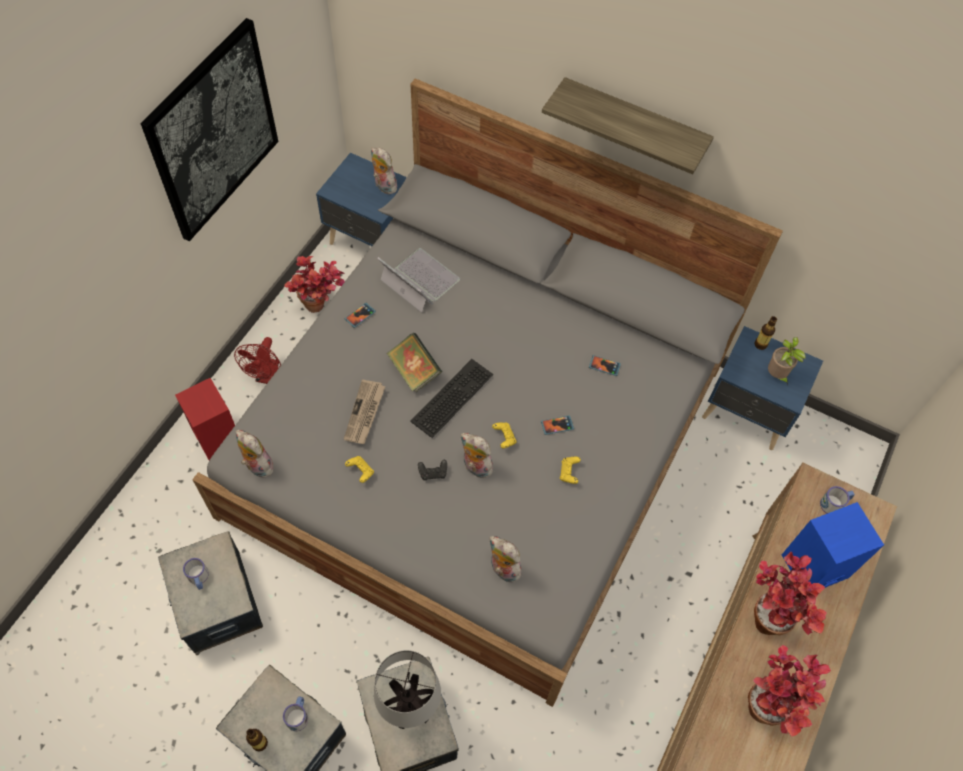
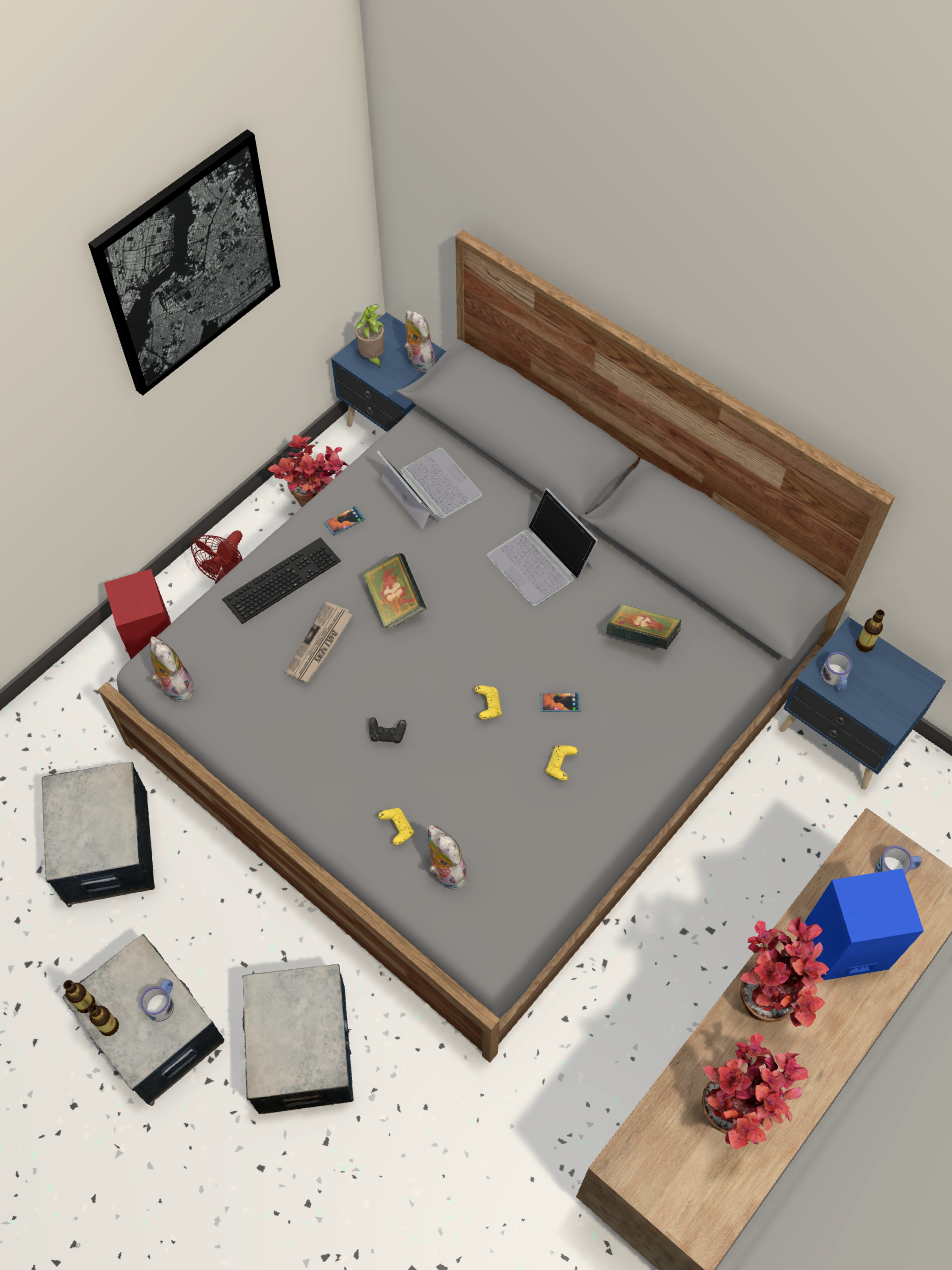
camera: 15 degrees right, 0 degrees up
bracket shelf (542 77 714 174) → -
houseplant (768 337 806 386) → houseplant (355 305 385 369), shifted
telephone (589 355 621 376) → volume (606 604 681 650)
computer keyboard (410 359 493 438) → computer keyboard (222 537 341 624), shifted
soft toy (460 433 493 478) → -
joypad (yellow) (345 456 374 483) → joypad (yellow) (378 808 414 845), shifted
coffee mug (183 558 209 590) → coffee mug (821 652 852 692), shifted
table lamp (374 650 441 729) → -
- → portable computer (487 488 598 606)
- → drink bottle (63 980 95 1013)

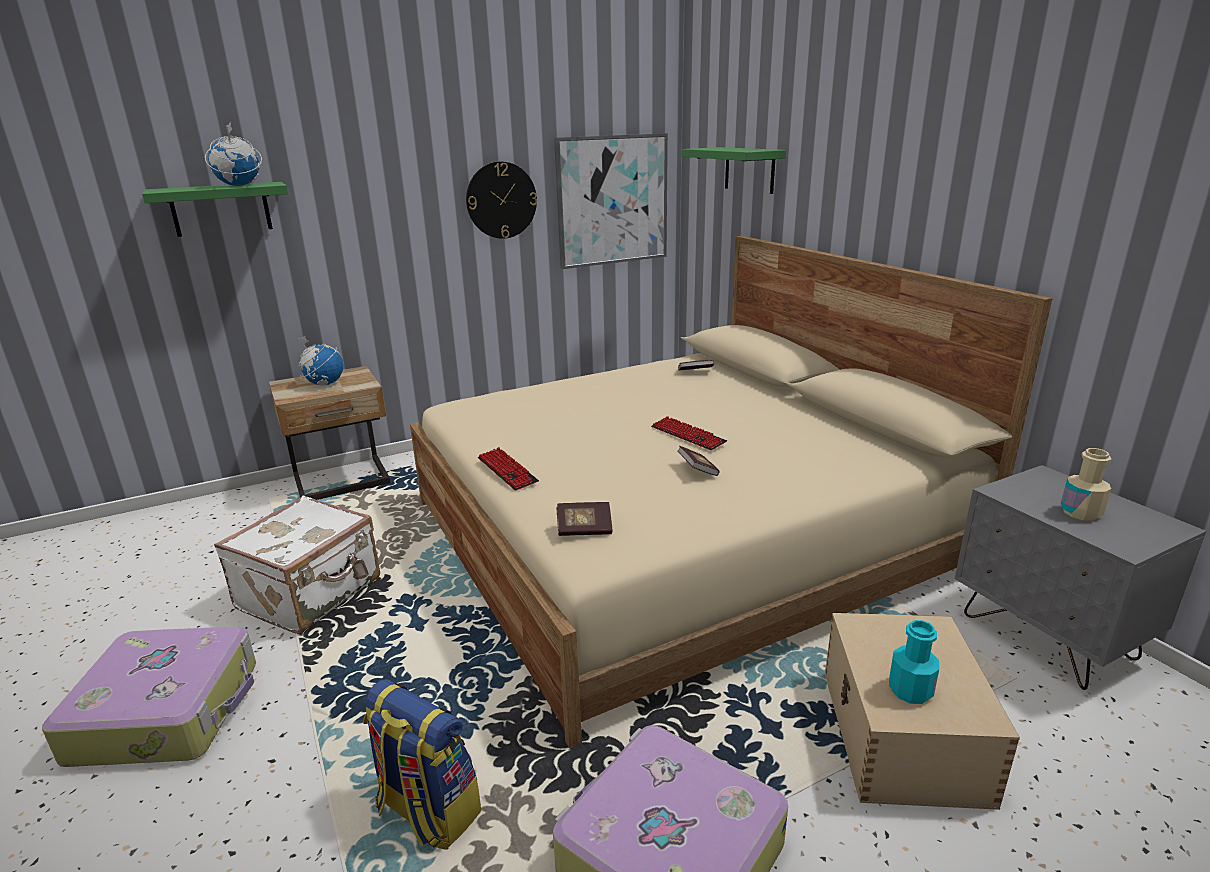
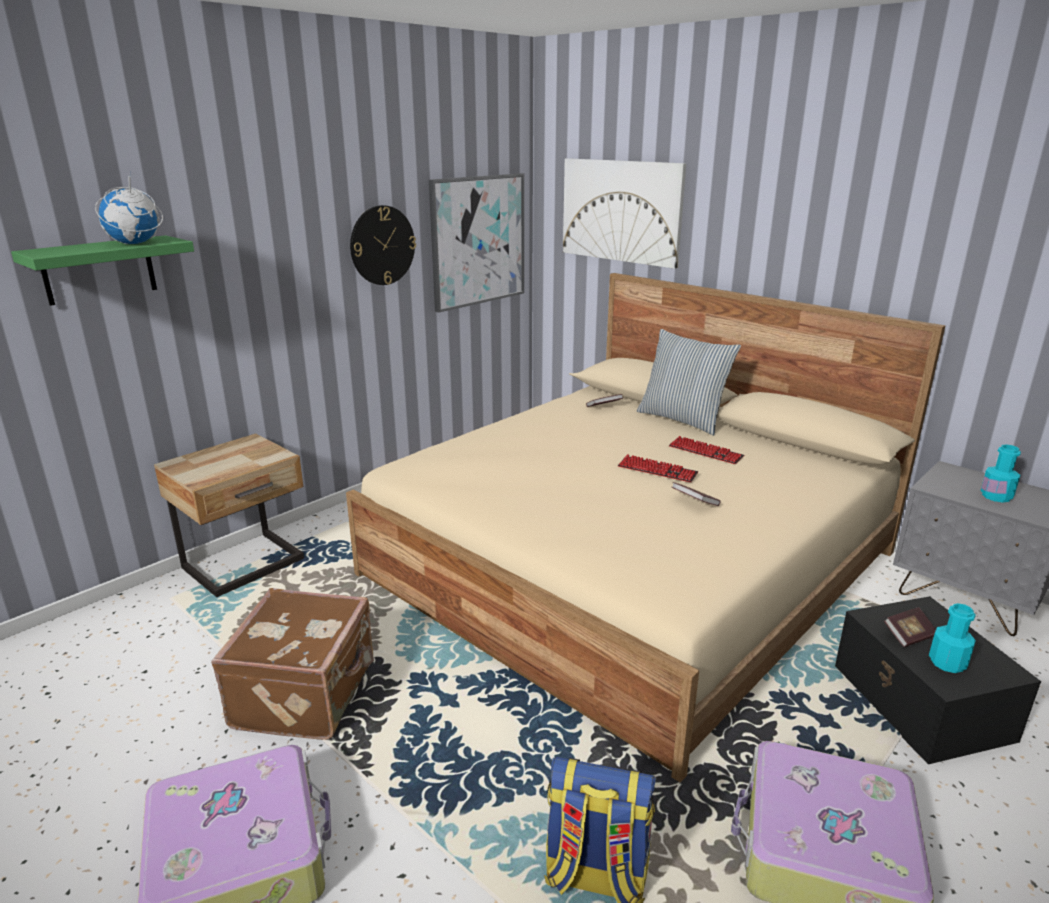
camera: 20 degrees left, 0 degrees up
bracket shelf (green) (682 147 786 194) → picture (563 158 686 269)
globe (298 336 343 385) → -
computer keyboard (478 447 539 491) → computer keyboard (669 436 744 464), shifted
drink bottle (beige) (1061 448 1111 521) → drink bottle (turquoise-coloured) (980 444 1021 503)
travel case (white-coloured) (214 495 380 634) → travel case (brownish) (211 588 374 740)
volume (556 502 613 536) → volume (884 607 936 647), shifted
storage container (beige) (825 613 1020 810) → storage container (black-coloured) (835 596 1041 764)
- → pillow (637 329 741 436)

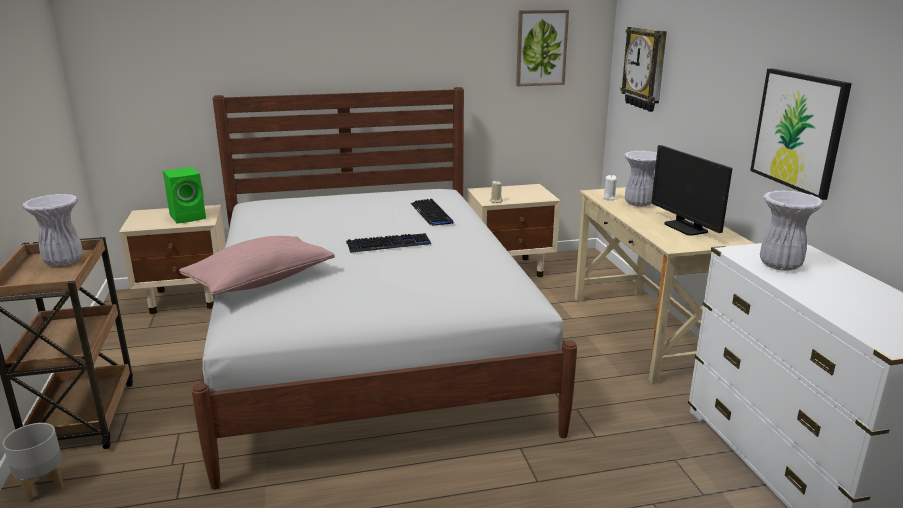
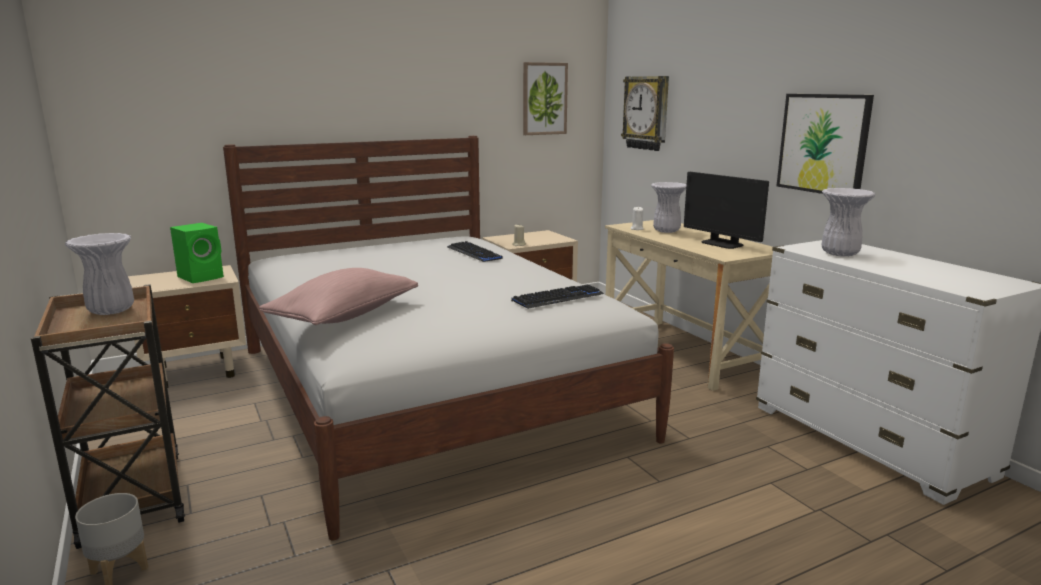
camera: 15 degrees left, 5 degrees down
computer keyboard (346 233 431 253) → computer keyboard (511 285 604 309), shifted

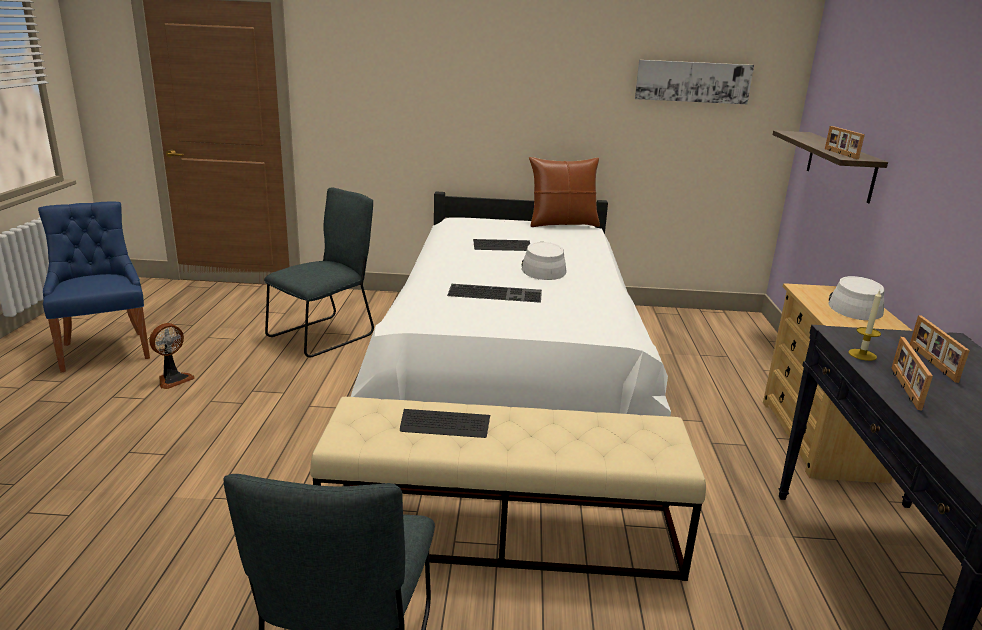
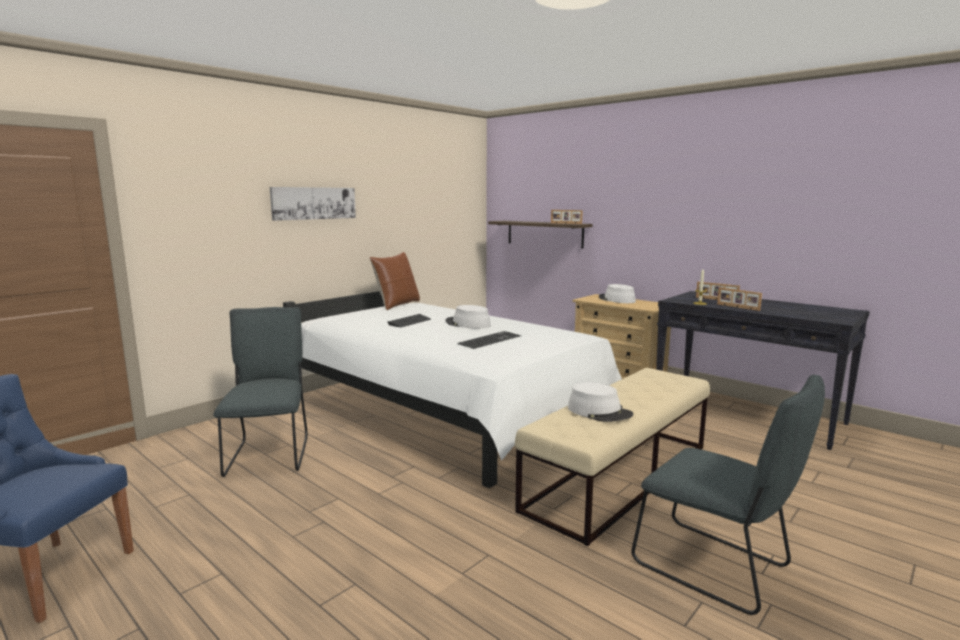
camera: 50 degrees left, 10 degrees down
picture (635 60 754 104) → picture (270 187 356 221), shifted
electric fan (149 323 195 389) → -
computer keyboard (400 409 490 438) → wearable hat (white-coloured) (568 382 633 422)

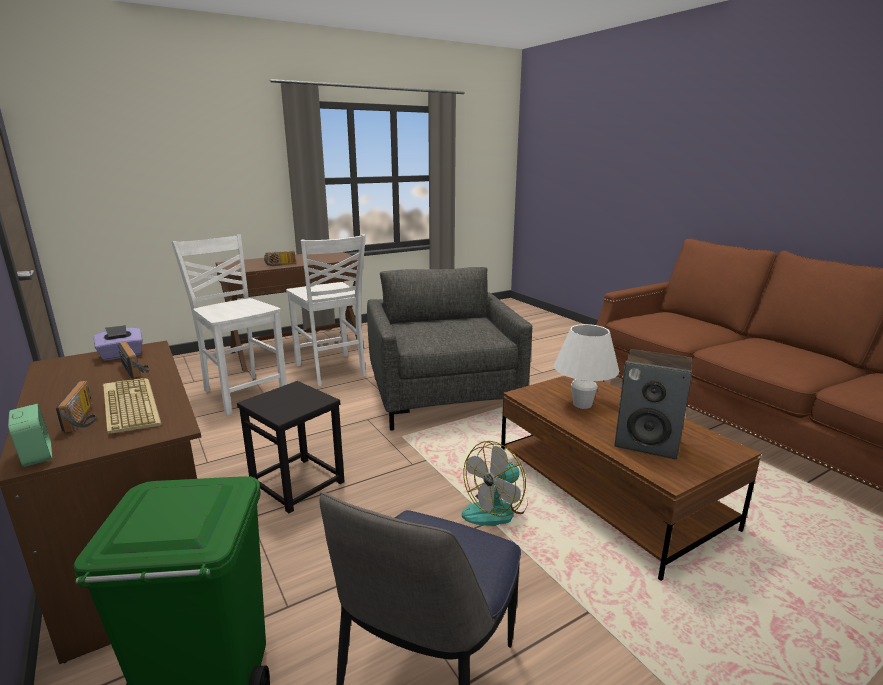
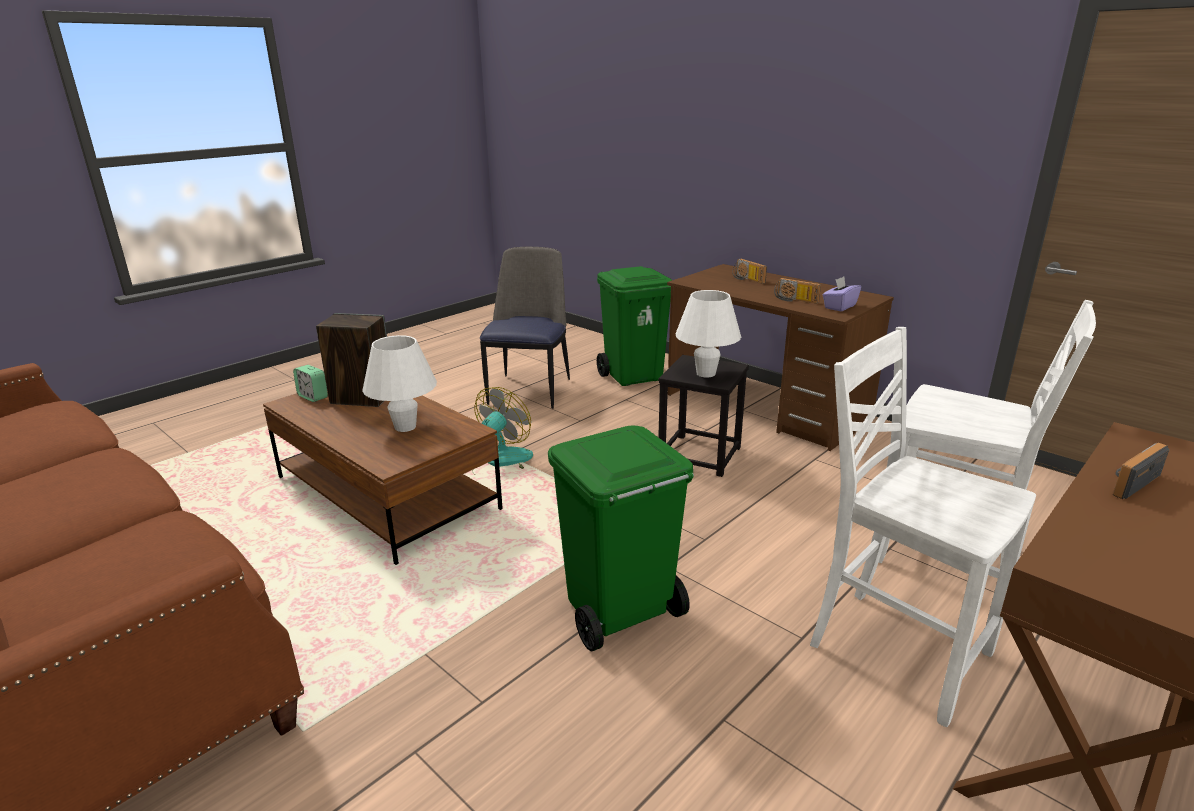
camera: 165 degrees right, 5 degrees up
armchair (greyish) (367 267 532 431) → rubbish bin (green) (548 425 694 651)
computer keyboard (103 378 162 434) → -
table clock (8 404 52 467) → table clock (293 365 328 402), shifted
- → table lamp (white-coloured) (676 290 741 377)

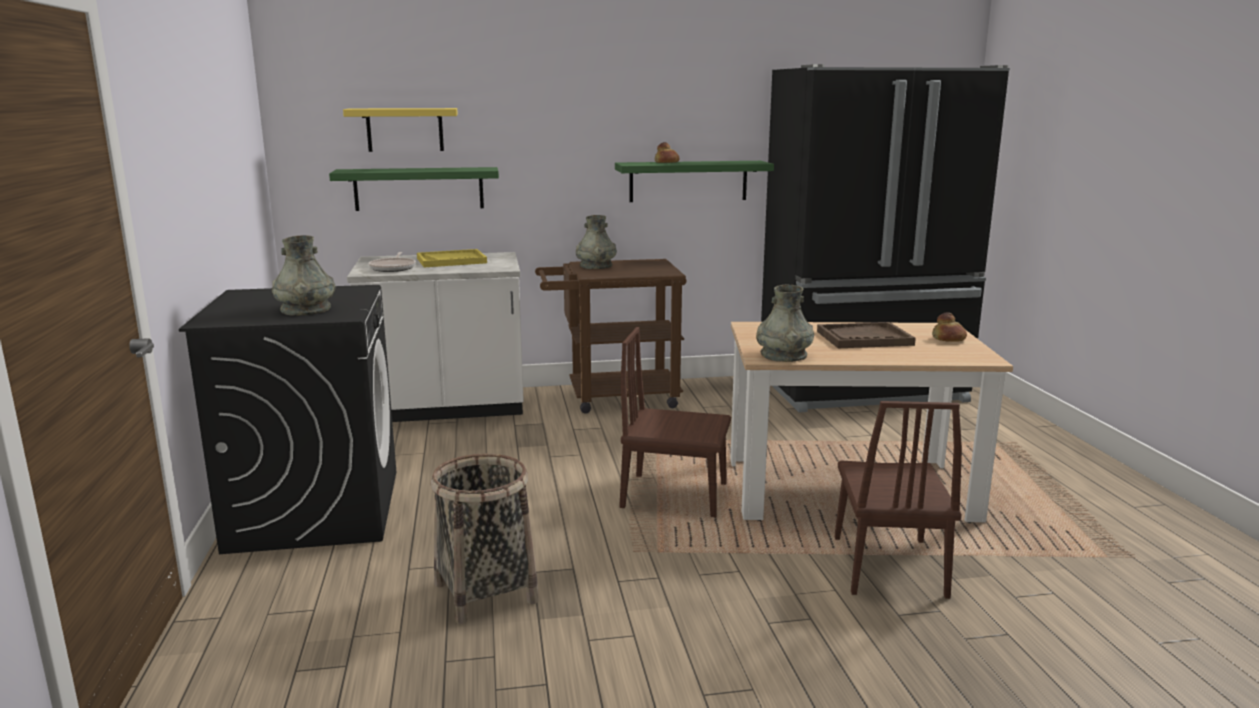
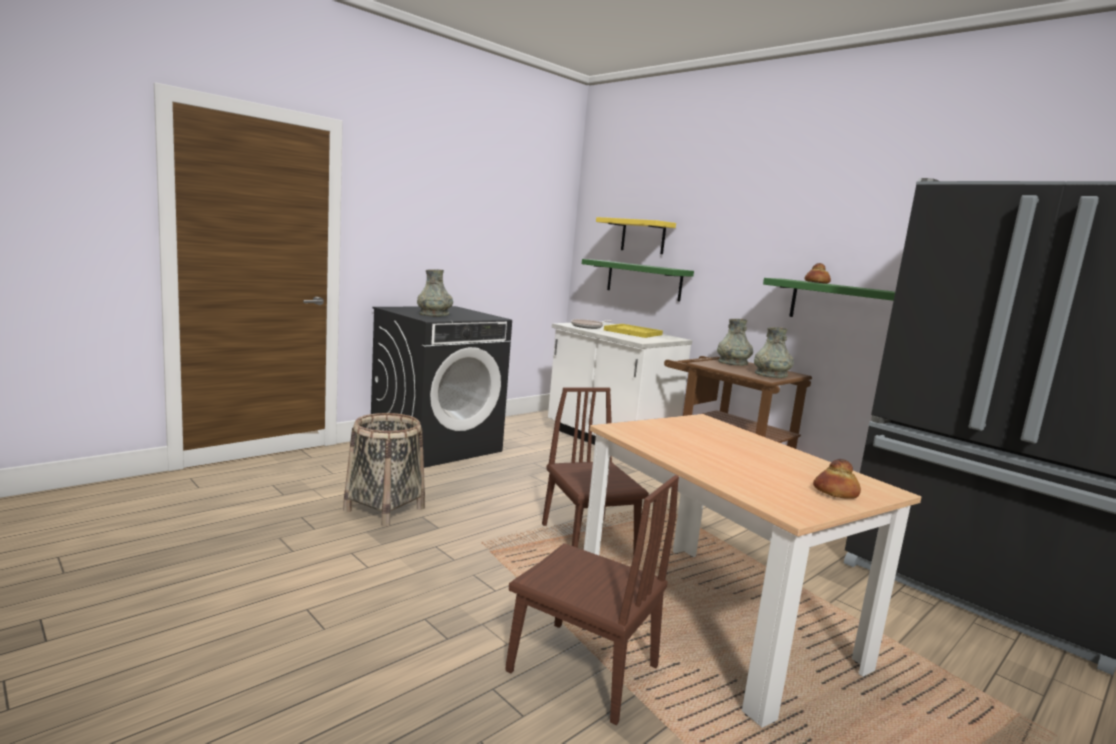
camera: 55 degrees right, 5 degrees down
decorative vase (greyish) (756 285 814 362) → decorative vase (greyish) (754 327 794 379), shifted
tray (brownish) (817 322 916 348) → -
chair (brownish) (835 401 962 599) → chair (brownish) (505 475 679 725), 120 degrees counterclockwise

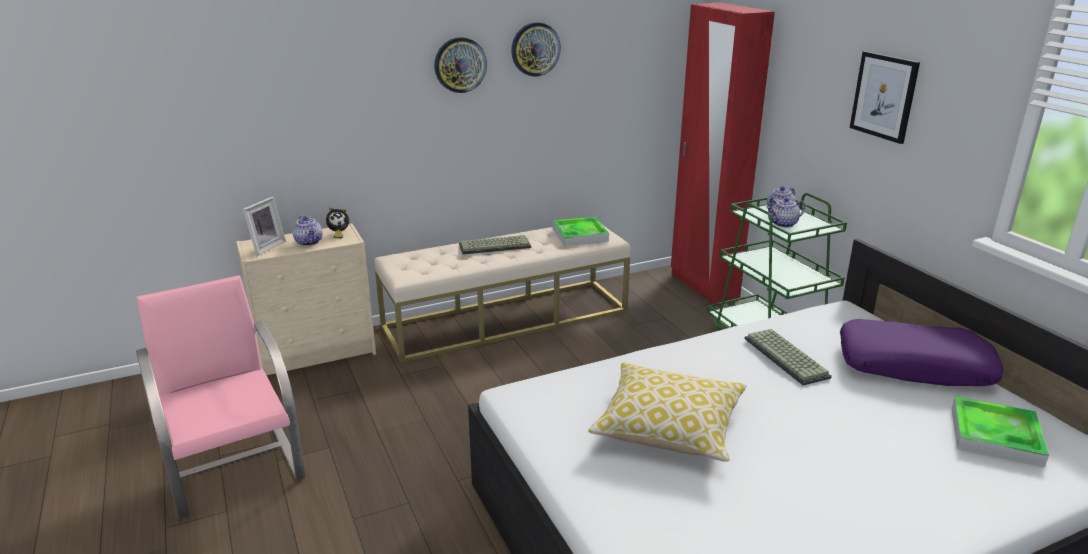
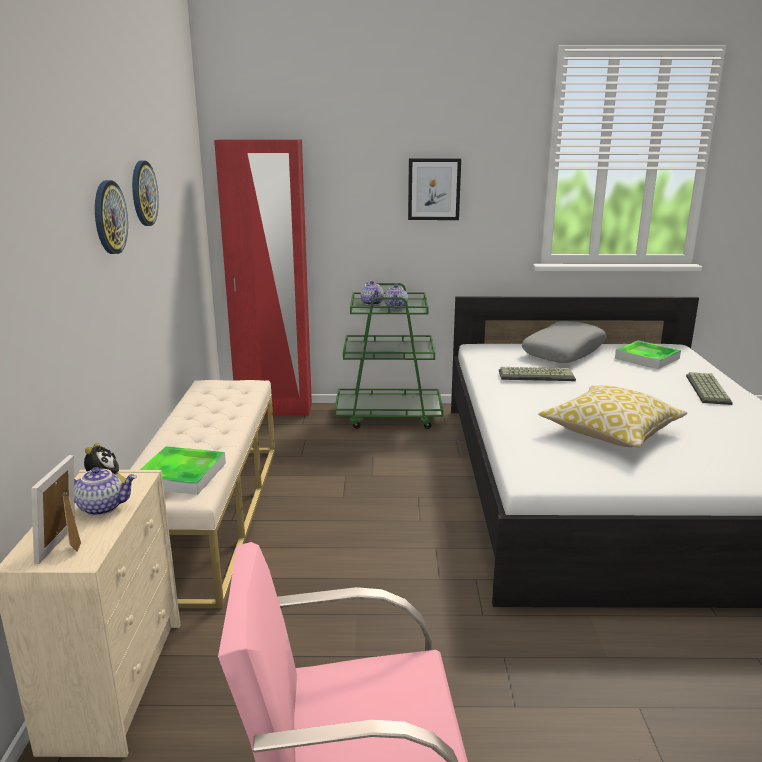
camera: 65 degrees left, 5 degrees down
photo frame (243 197 286 256) → photo frame (31 455 81 564), 135 degrees counterclockwise
tray (553 217 609 246) → tray (140 446 226 495), shifted
computer keyboard (459 235 531 255) → computer keyboard (686 372 733 405), shifted
pillow (purplish) (840 319 1003 386) → pillow (greyish) (522 321 607 363)

